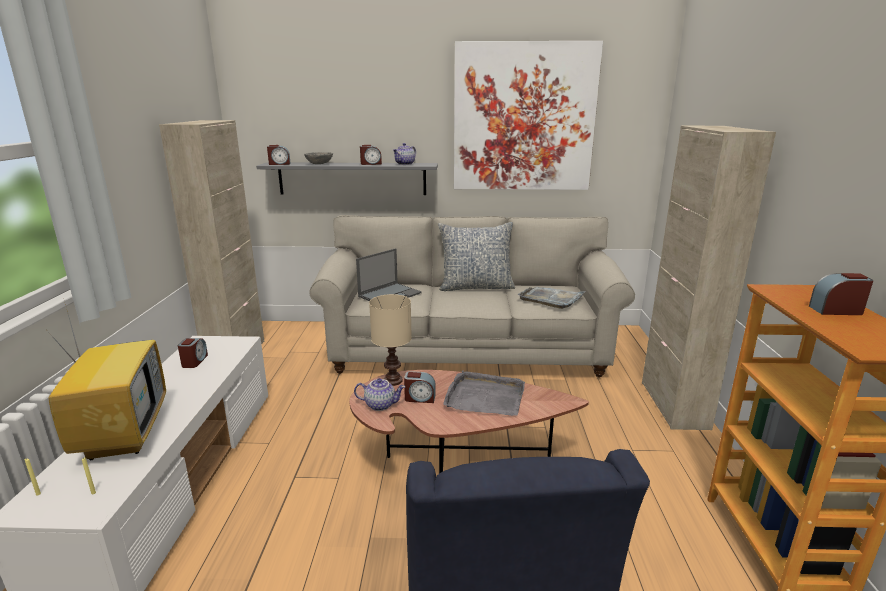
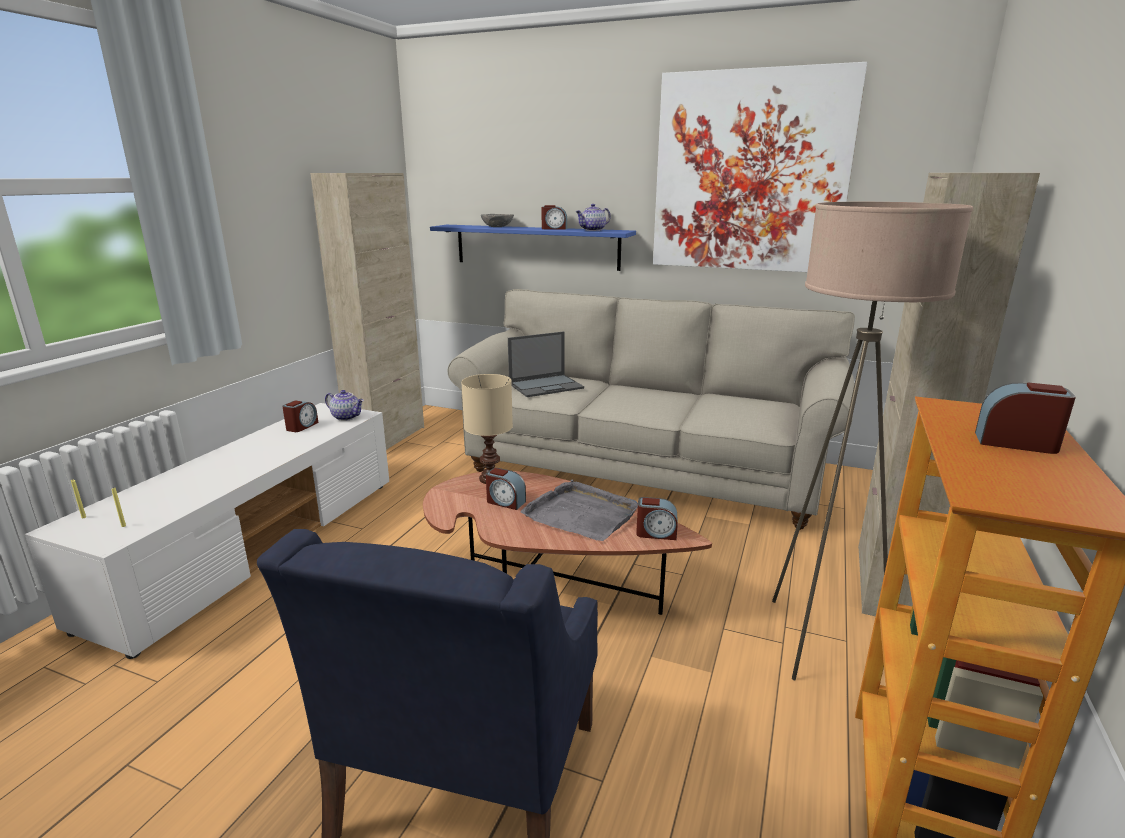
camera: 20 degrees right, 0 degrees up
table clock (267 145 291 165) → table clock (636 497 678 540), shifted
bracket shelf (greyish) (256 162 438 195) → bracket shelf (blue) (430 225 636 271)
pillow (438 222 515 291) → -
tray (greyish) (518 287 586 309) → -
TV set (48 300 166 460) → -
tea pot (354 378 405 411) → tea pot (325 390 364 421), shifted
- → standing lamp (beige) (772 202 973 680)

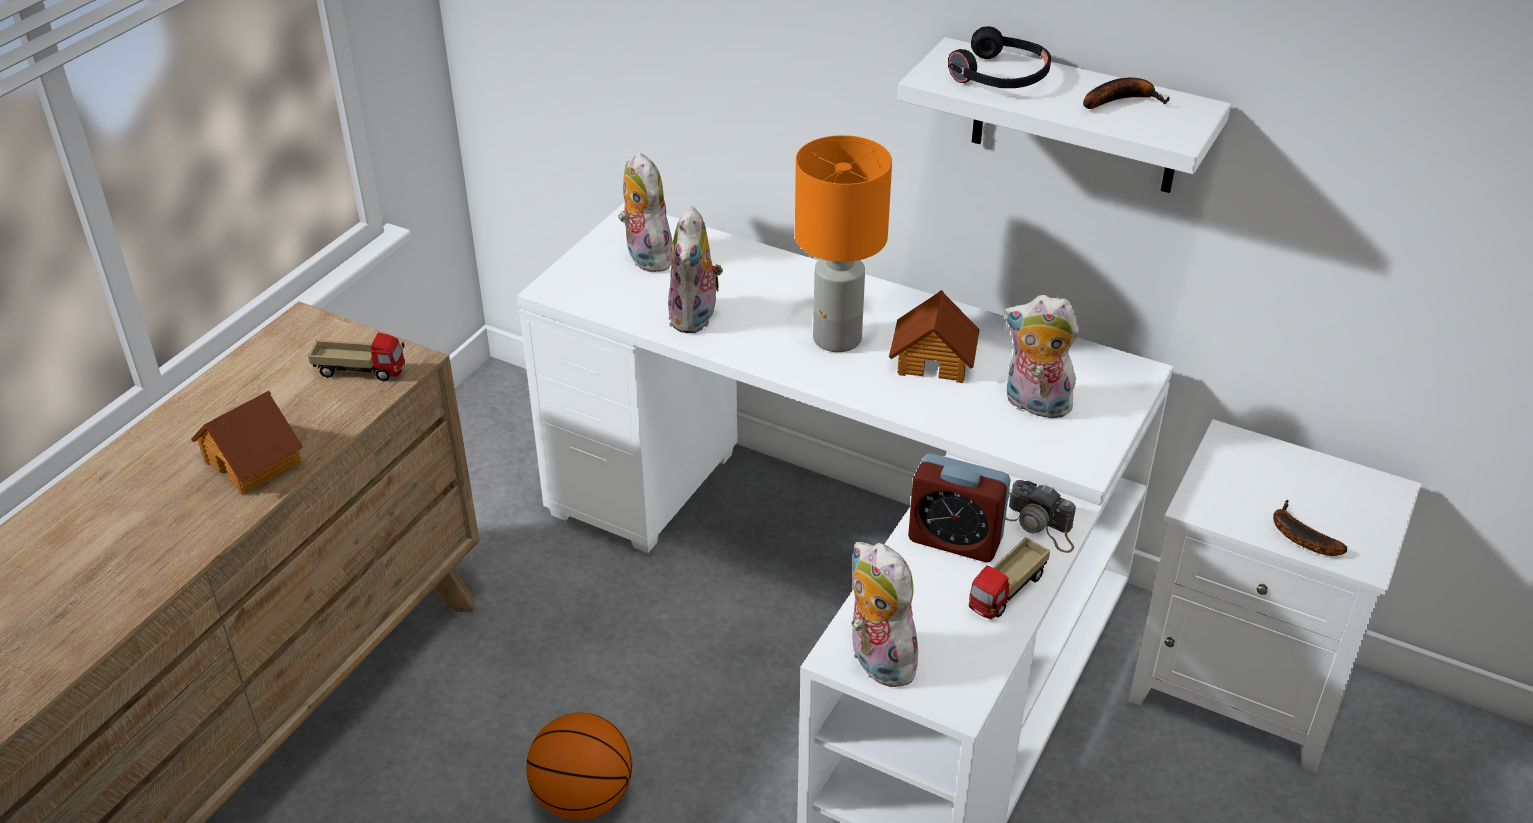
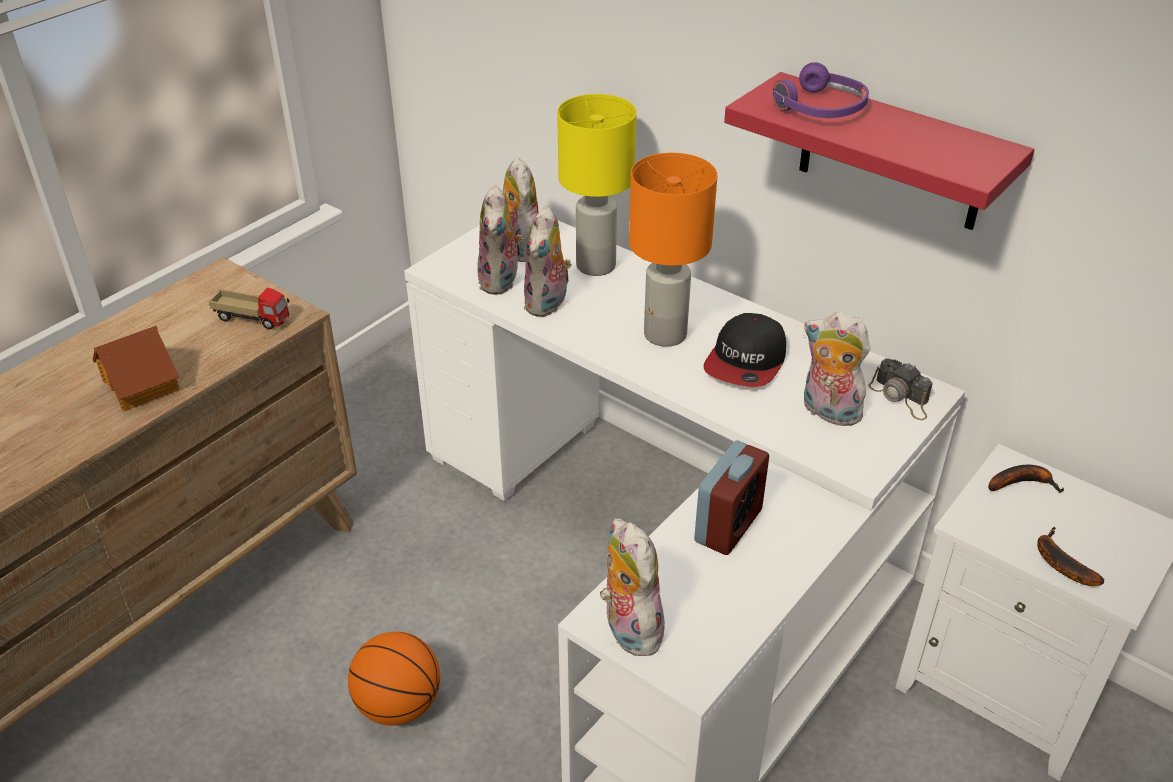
camera: 10 degrees right, 0 degrees up
headset (black-coloured) (948 26 1051 88) → headset (purplish) (773 62 869 118)
bracket shelf (white-coloured) (897 37 1231 193) → bracket shelf (red-coloured) (724 72 1035 230)
banana (1083 78 1169 109) → banana (988 465 1065 493), shifted
miniature house (889 290 980 383) → cap (704 313 786 387)
table clock (908 453 1011 562) → table clock (694 441 769 555), 90 degrees counterclockwise
still camera (1005 480 1076 553) → still camera (868 358 933 420), shifted
model truck (969 537 1050 619) → -
- → table lamp (yellow) (557 94 637 276)
- → soft toy (477 185 523 295)

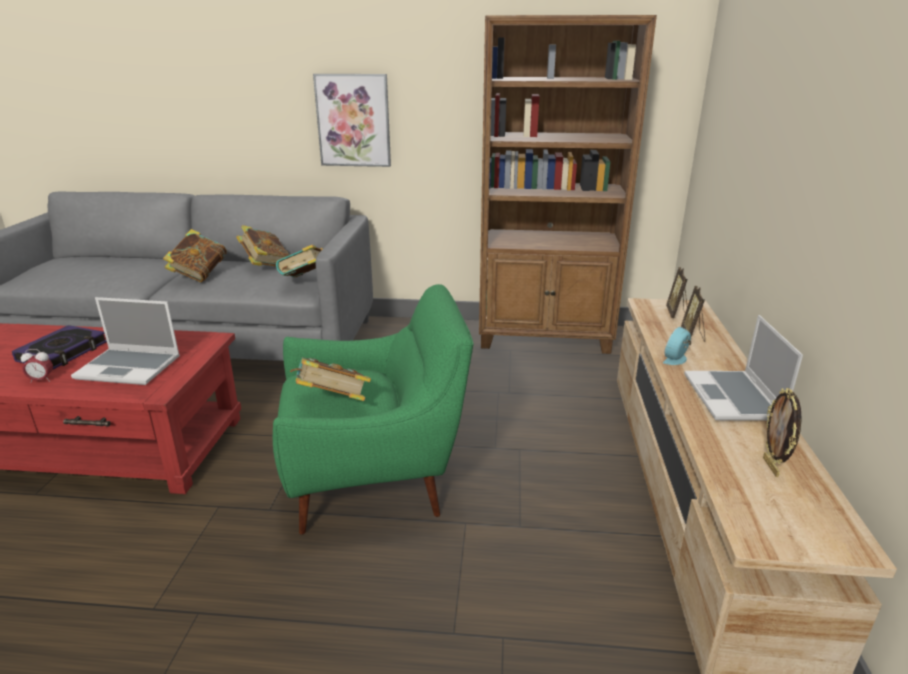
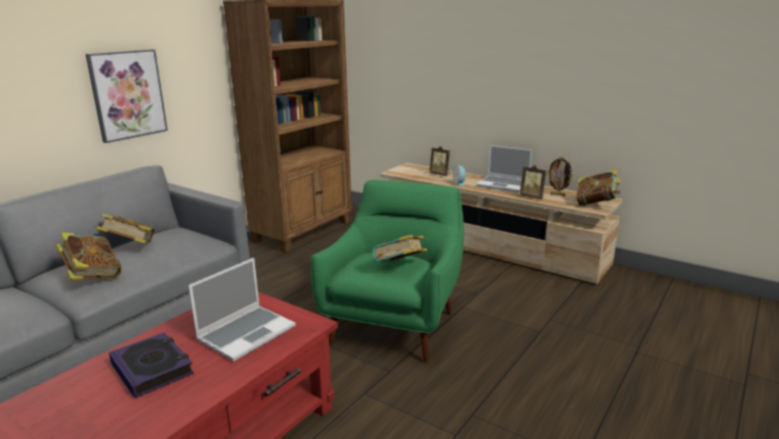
camera: 60 degrees left, 5 degrees down
volume (276 245 323 277) → volume (576 169 621 206), shifted
photo frame (666 267 688 318) → photo frame (520 165 546 200), shifted
table clock (21 349 53 383) → -

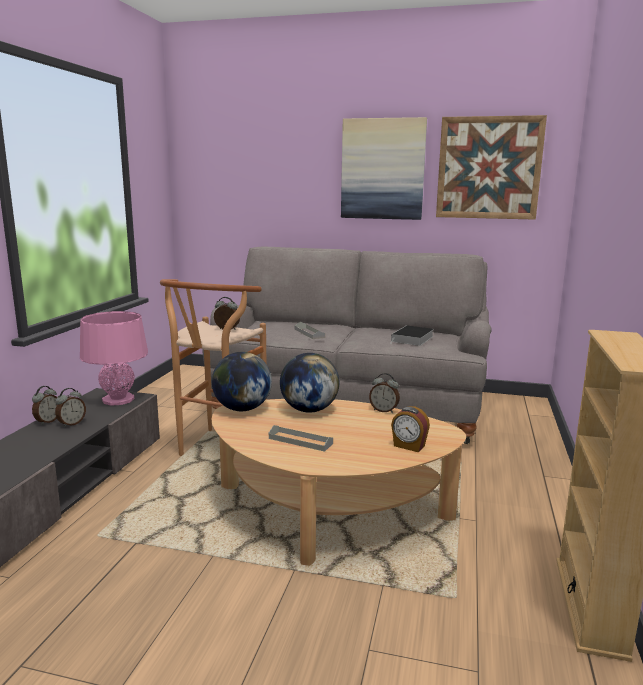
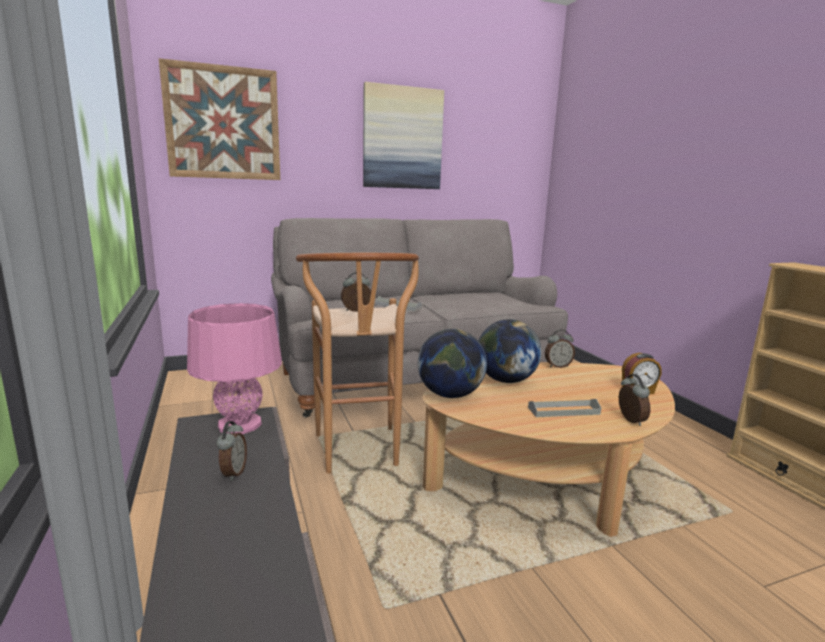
camera: 35 degrees left, 0 degrees up
picture (436 115 547 220) → picture (159 58 280 180), shifted
volume (390 325 434 346) → -
table clock (32 386 57 425) → table clock (619 374 650 426), shifted

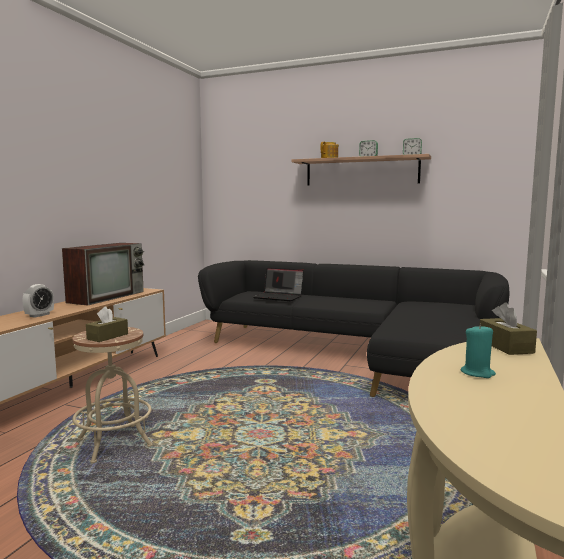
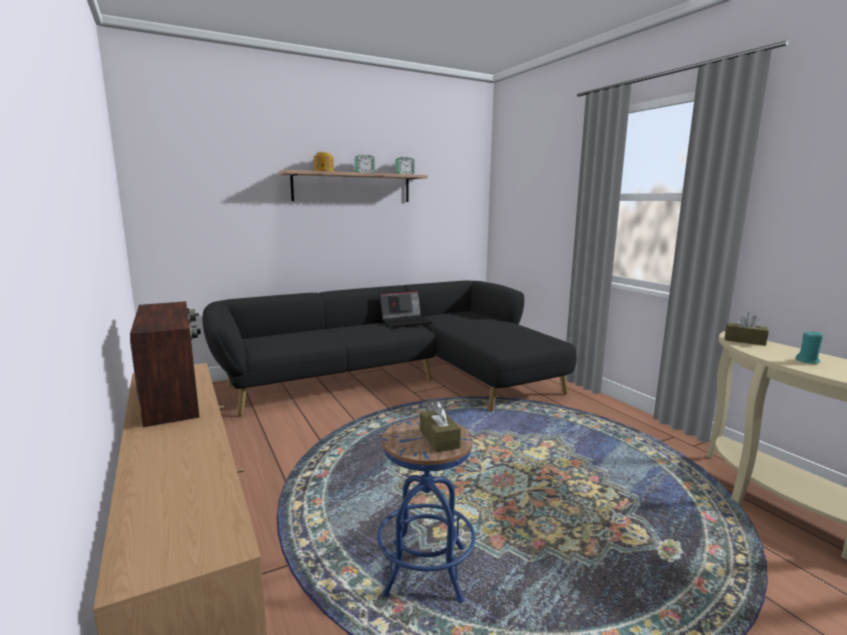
camera: 50 degrees left, 5 degrees up
portable computer (253 268 304 301) → portable computer (380 290 433 328), shifted
table clock (22 284 54 318) → -
stool (beige) (72 327 153 463) → stool (blue) (377 418 476 603)

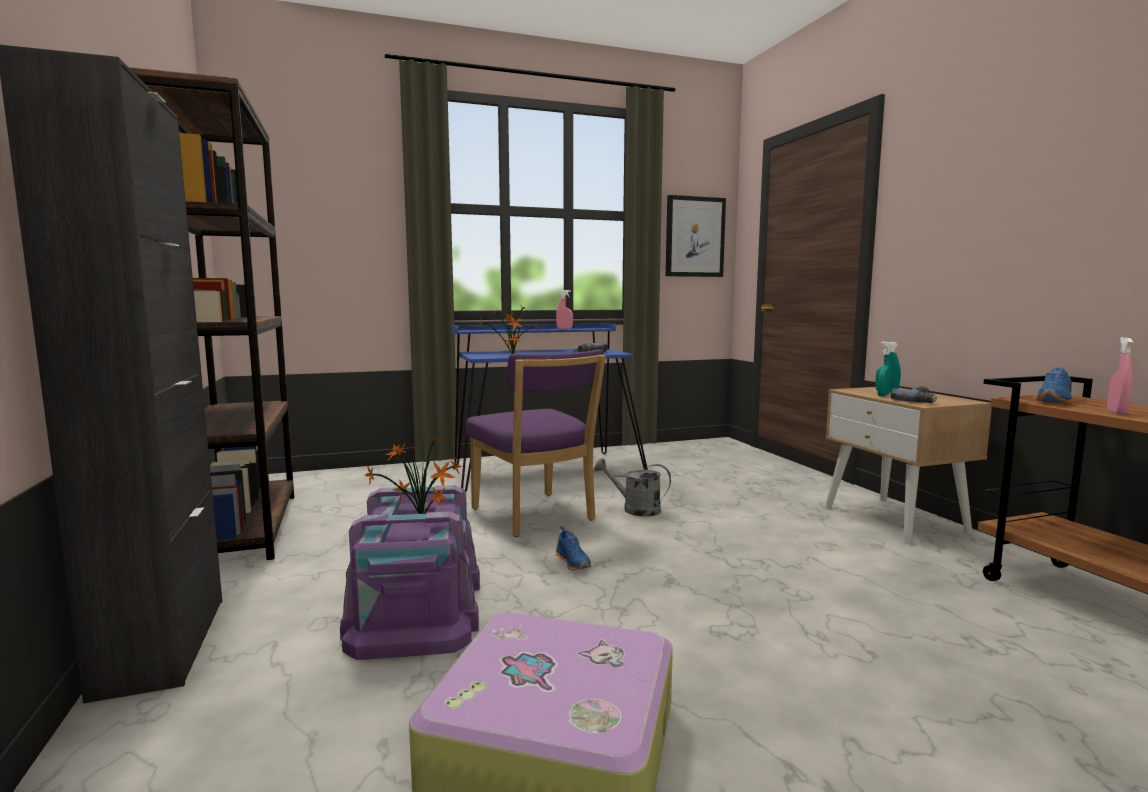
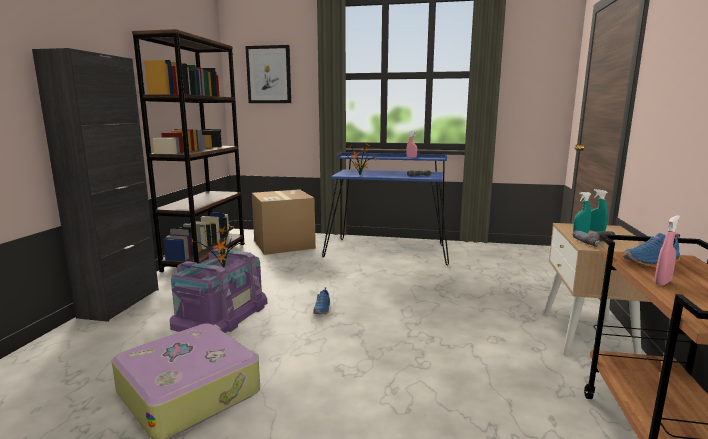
camera: 30 degrees right, 5 degrees up
picture (666 195 726 277) → picture (245 45 291 103), shifted
chair (purplish) (466 349 606 537) → -
watering pot (greyish) (594 458 671 516) → -
- → cardboard box (252 189 316 255)

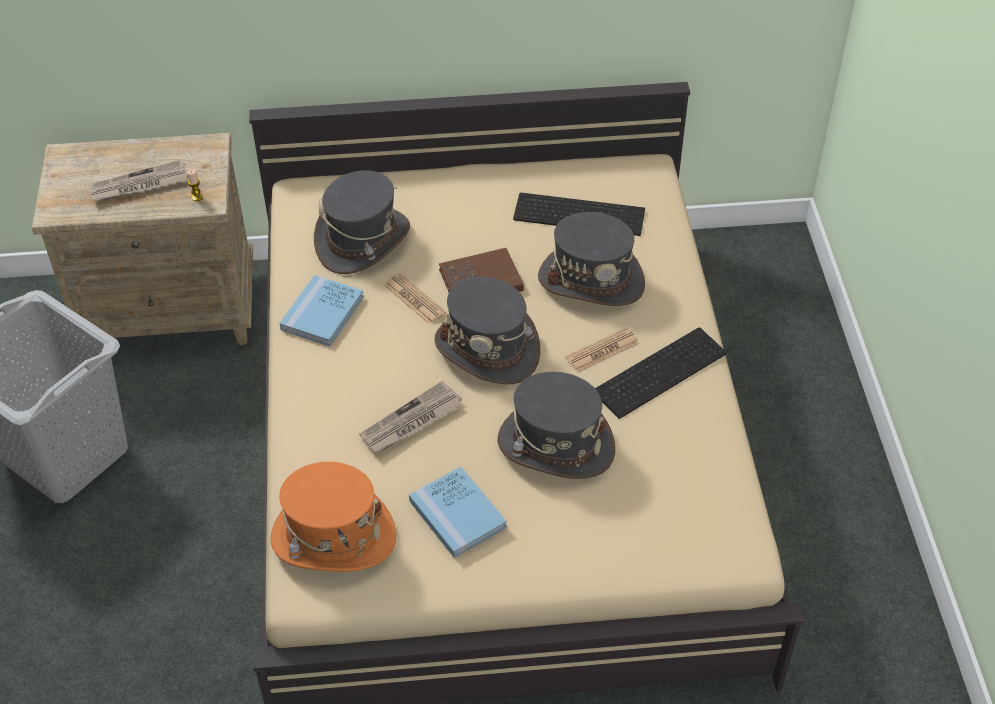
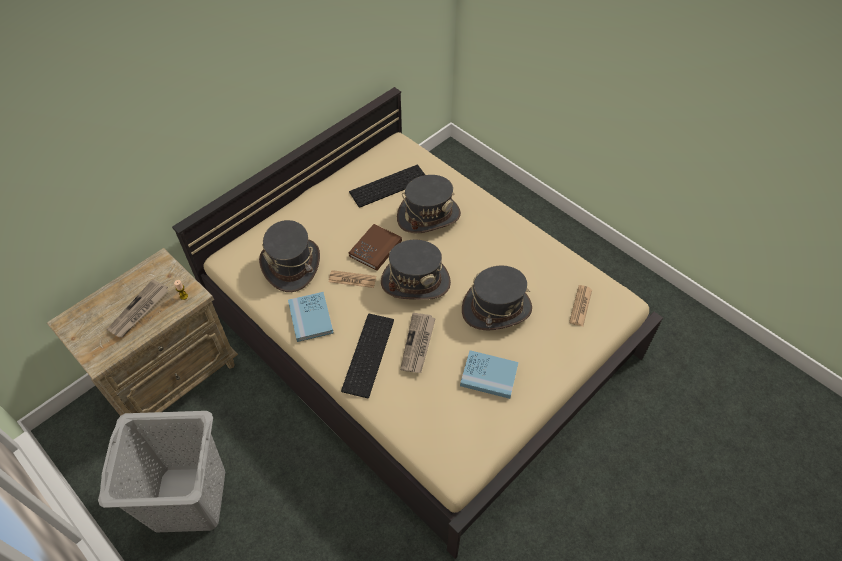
camera: 40 degrees left, 5 degrees up
computer keyboard (595 327 727 419) → computer keyboard (341 313 394 398), shifted
daily paper (565 328 639 373) → daily paper (569 285 592 327), shifted
wearable hat (orange-coloured) (270 462 396 572) → -

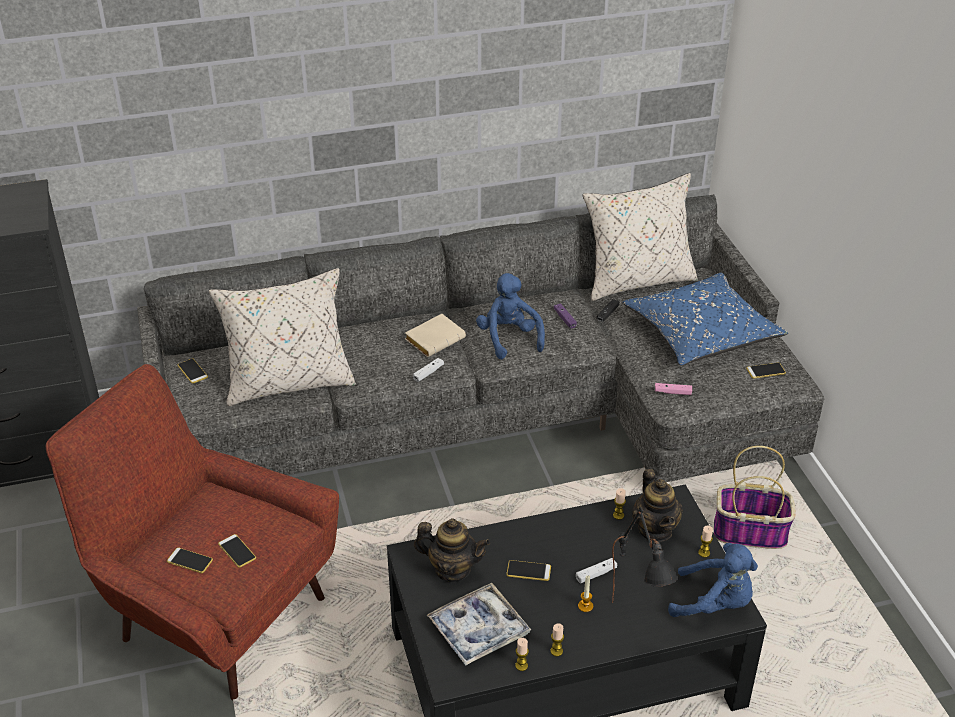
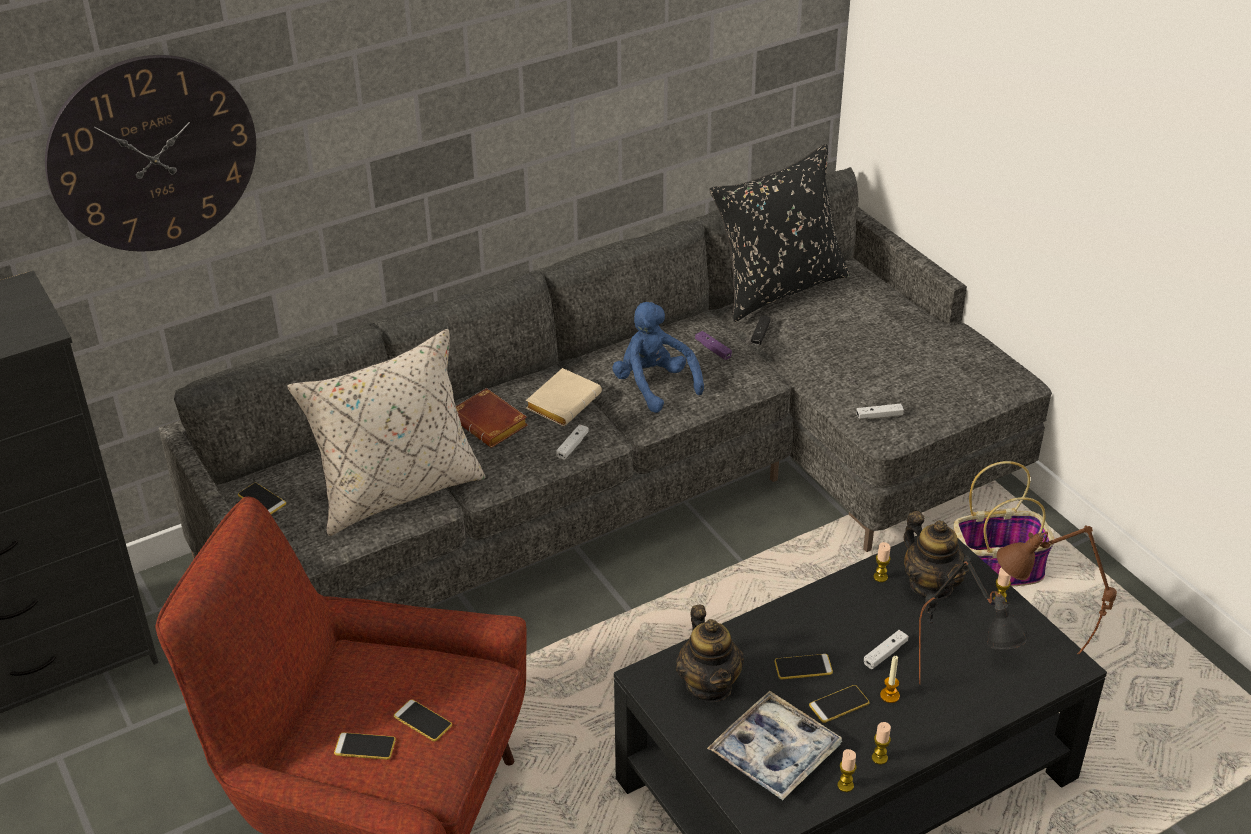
camera: 15 degrees left, 0 degrees up
pillow (beige) (583 173 698 301) → pillow (black-coloured) (709 144 849 322)
pillow (blue) (623 273 788 366) → -
telephone (746 363 786 378) → telephone (809 685 869 723), shifted
joypad (pinkish) (655 383 692 395) → joypad (white-coloured) (856 404 904 419)
tea pot (414 518 490 582) → tea pot (676 605 744 702), 75 degrees clockwise
soft toy (blue) (668 543 758 617) → table lamp (brownish) (996 526 1117 654)
- → clock on the wall (45 55 256 252)
- → volume (brownish) (456 388 528 448)

